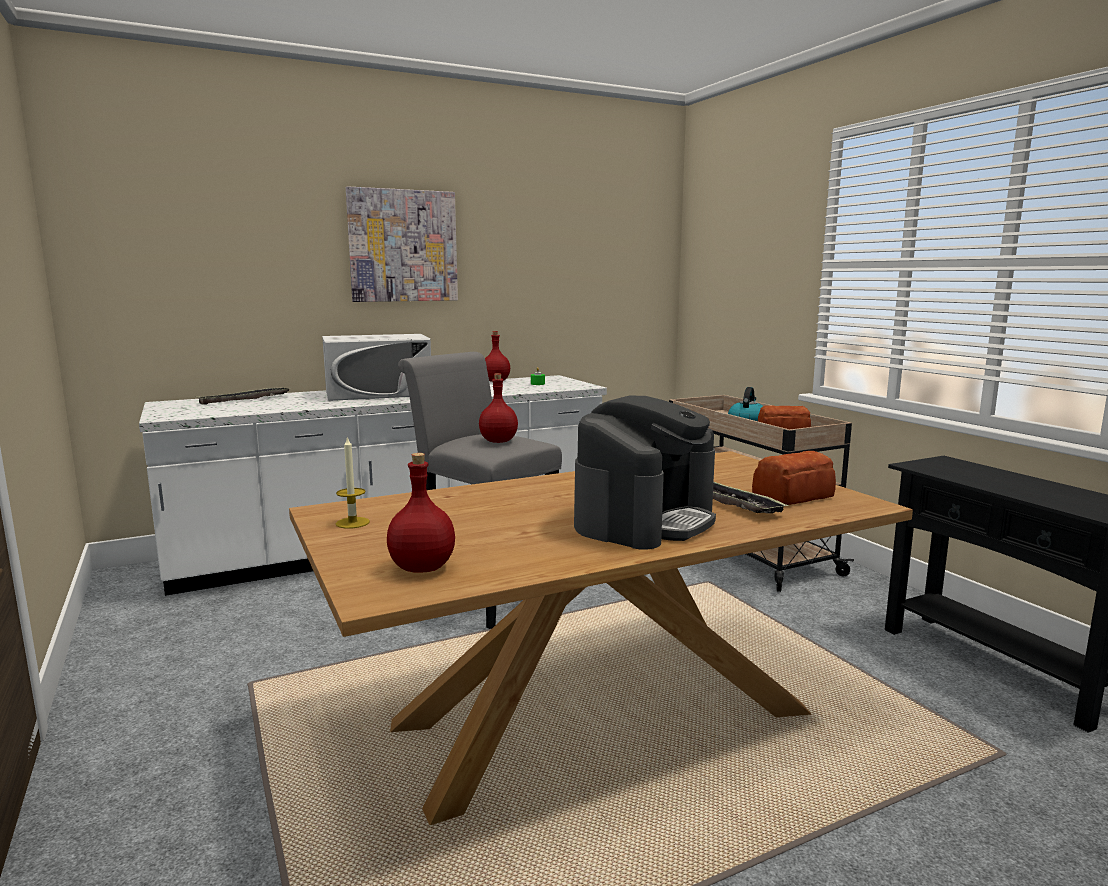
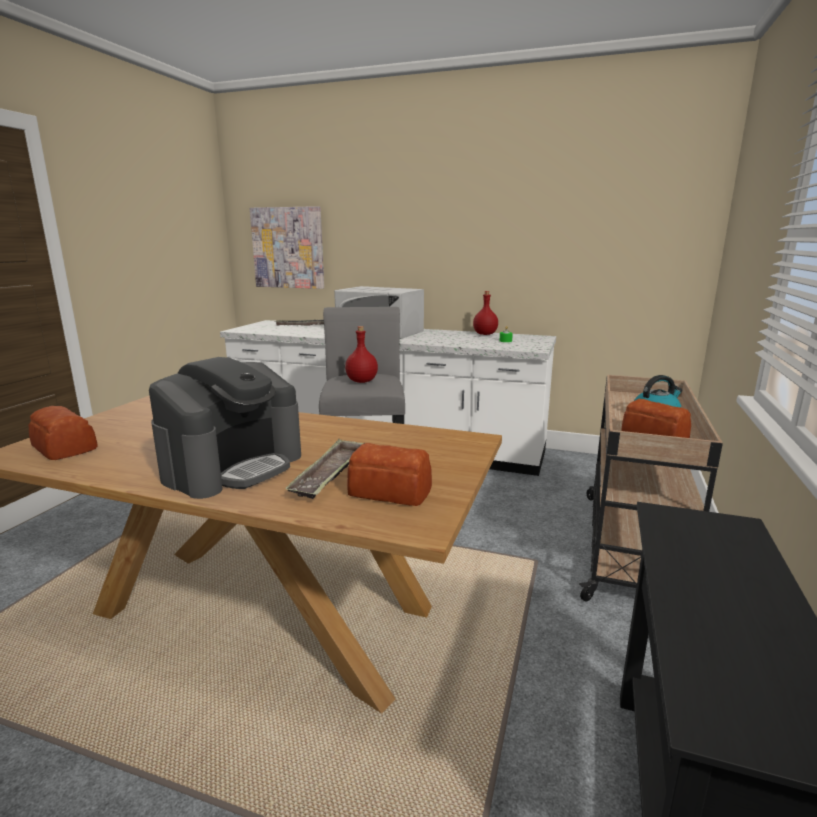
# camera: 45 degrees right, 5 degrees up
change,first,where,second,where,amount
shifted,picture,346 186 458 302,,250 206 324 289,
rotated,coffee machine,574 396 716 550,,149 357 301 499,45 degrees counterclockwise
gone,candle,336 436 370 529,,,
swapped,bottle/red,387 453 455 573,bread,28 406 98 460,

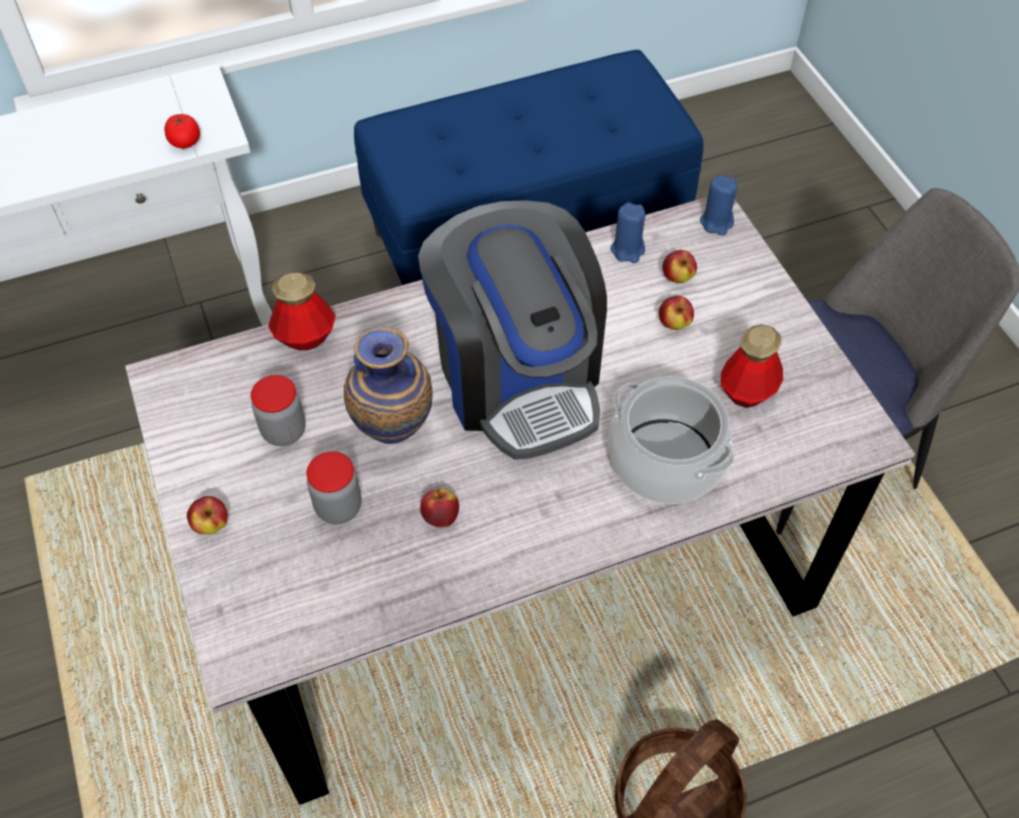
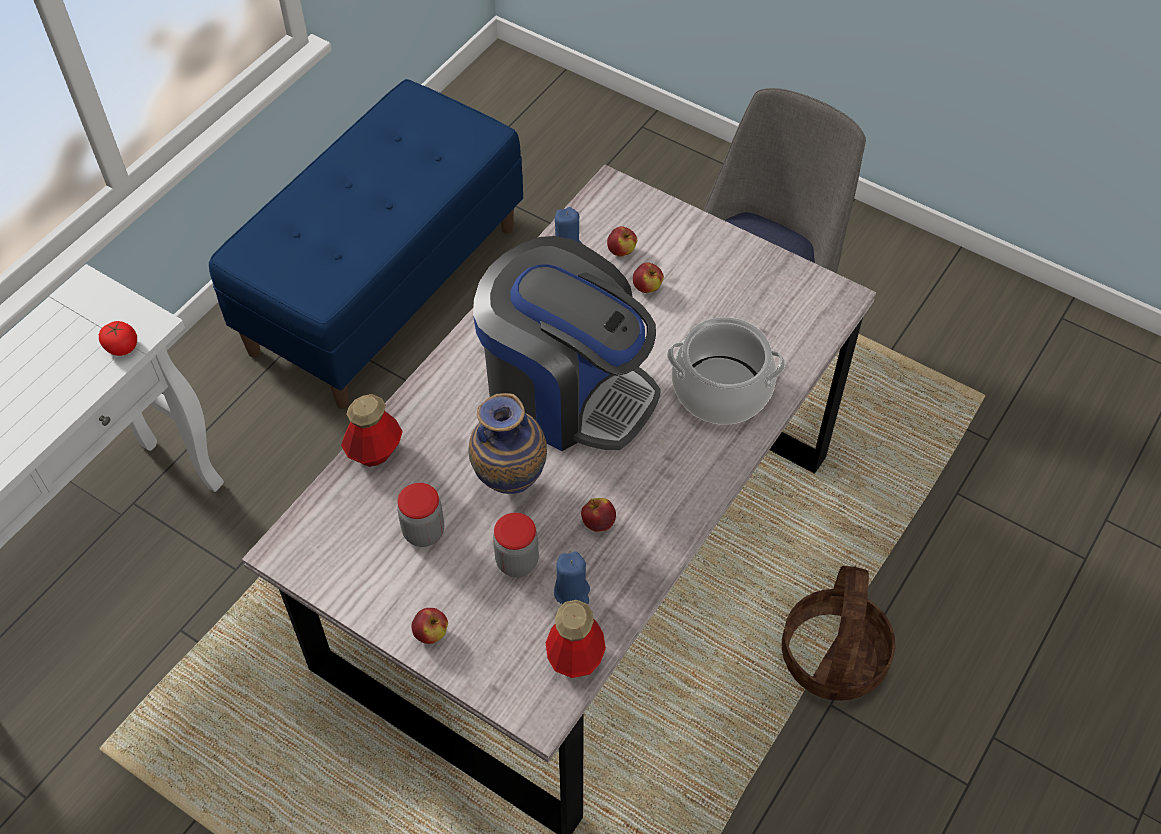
# camera: 35 degrees left, 0 degrees up
change,first,where,second,where,amount
shifted,candle/blue,700 175 737 236,,554 551 590 604,
shifted,bottle,721 324 783 408,,546 600 606 678,

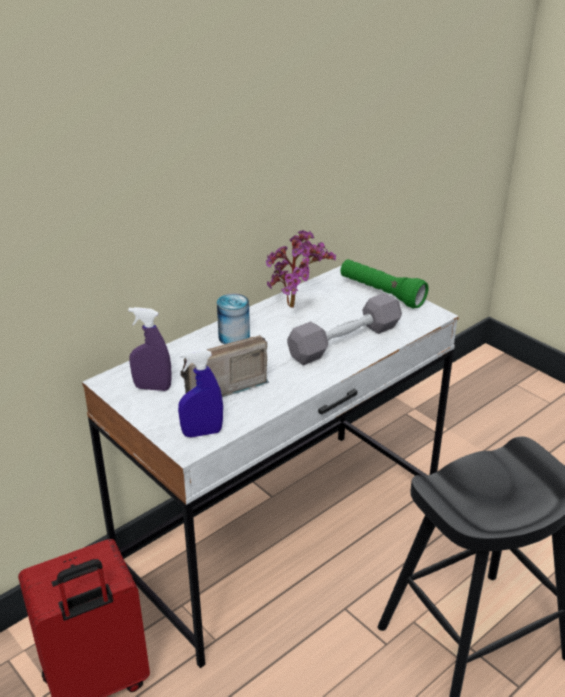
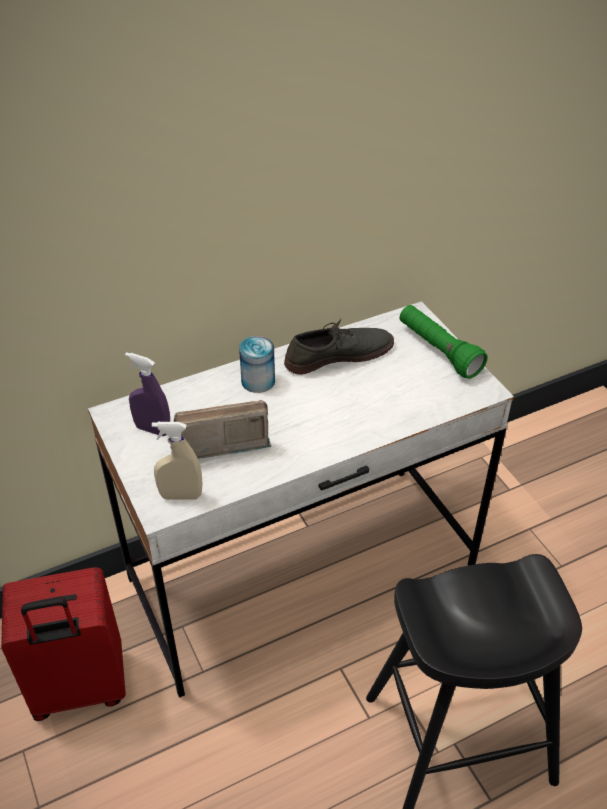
# camera: 15 degrees right, 10 degrees up
change,first,where,second,where,amount
swapped,potted plant,266 230 336 308,shoe/grey,284 318 394 375,
gone,dumbbell/grey,287 293 402 365,,,
repainted,spray bottle/blue,178 349 223 438,spray bottle/beige,152 422 203 500,

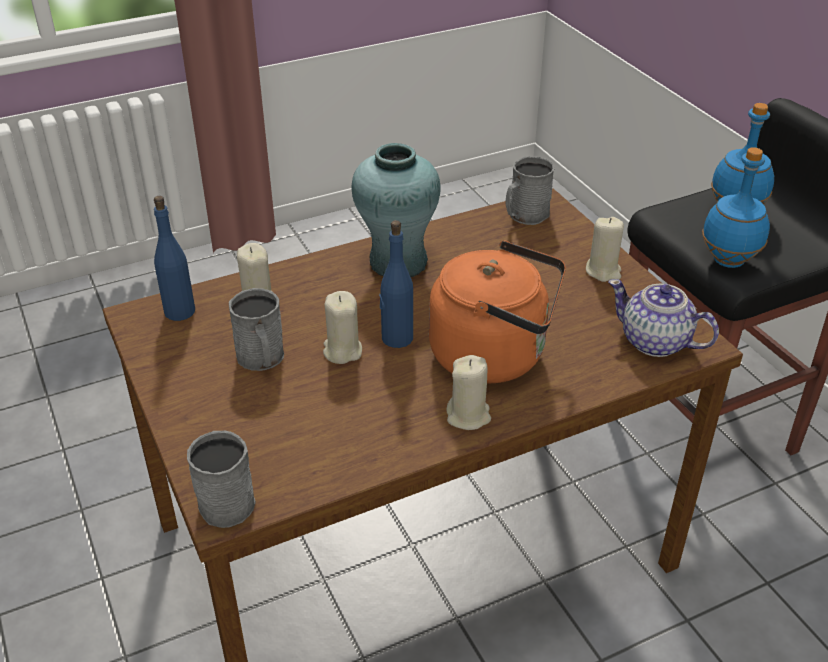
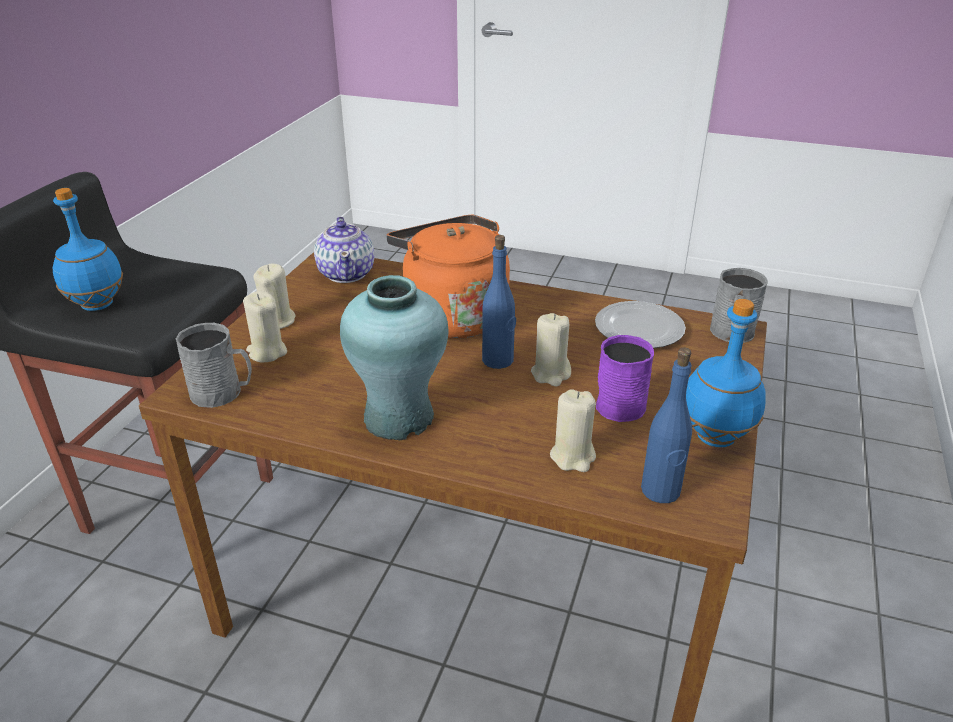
# camera: 135 degrees left, 5 degrees down
change,first,where,second,where,amount
shifted,bottle/blue,702 147 770 268,,686 299 766 447,
repainted,mug/grey,229 288 284 371,mug/purple,596 335 654 422,
shifted,candle/beige,446 355 491 430,,243 291 287 362,
new,,,plate,595 301 686 348,

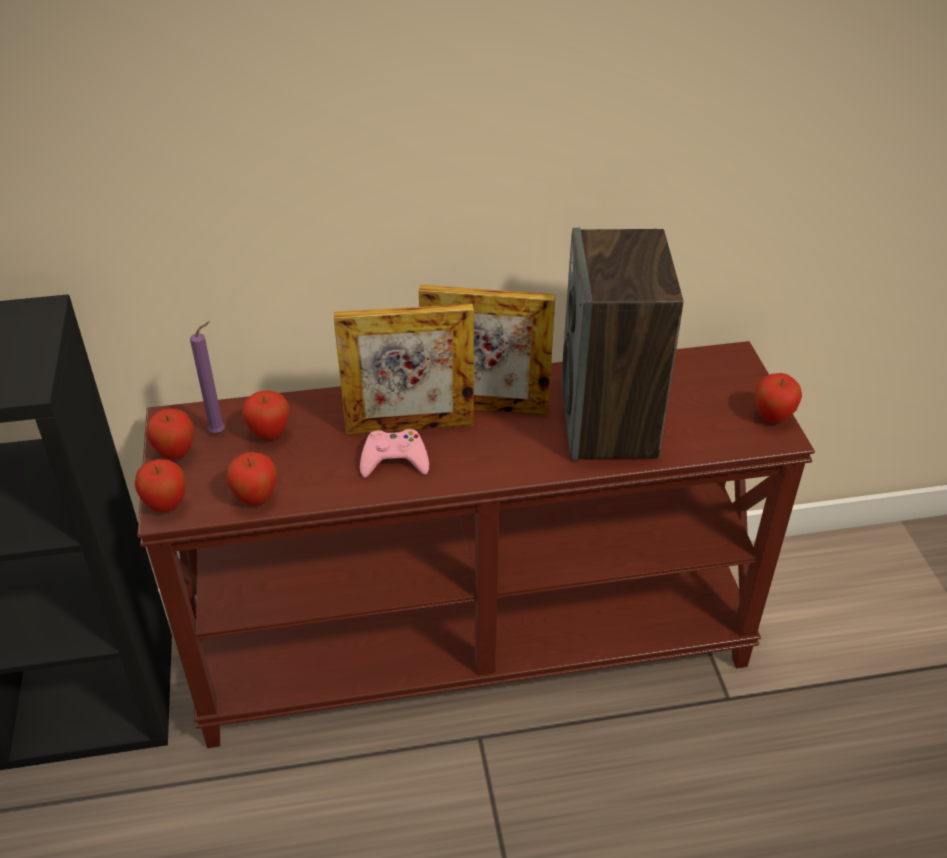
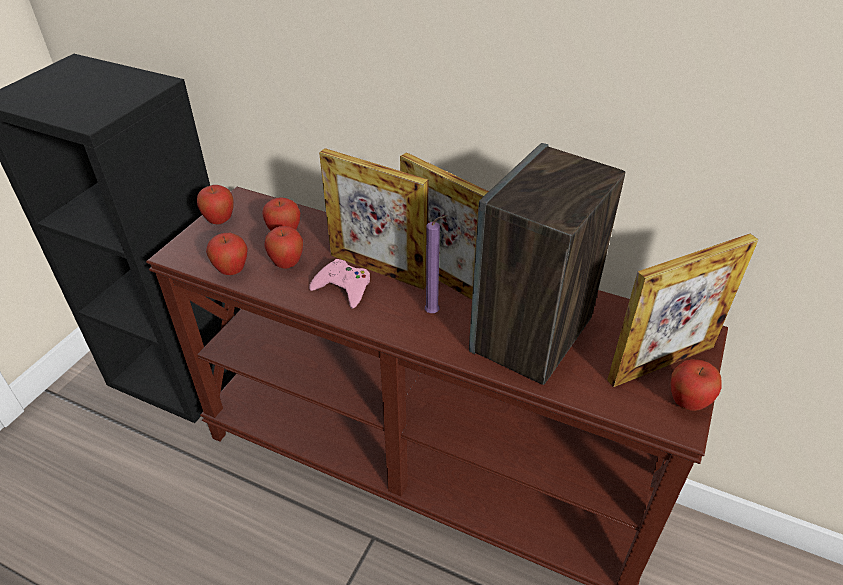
# camera: 35 degrees right, 0 degrees up
change,first,where,second,where,amount
shifted,candle/purple,190 322 225 433,,425 215 447 313,
shifted,apple,135 459 186 512,,264 226 303 269,
new,,,picture frame,607 234 759 387,

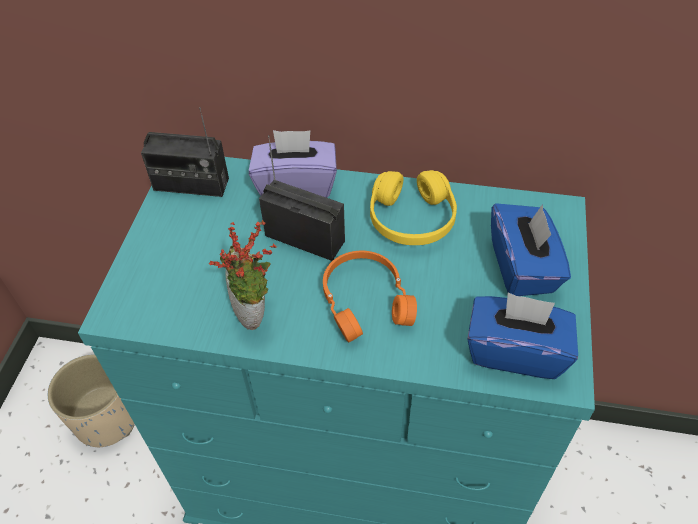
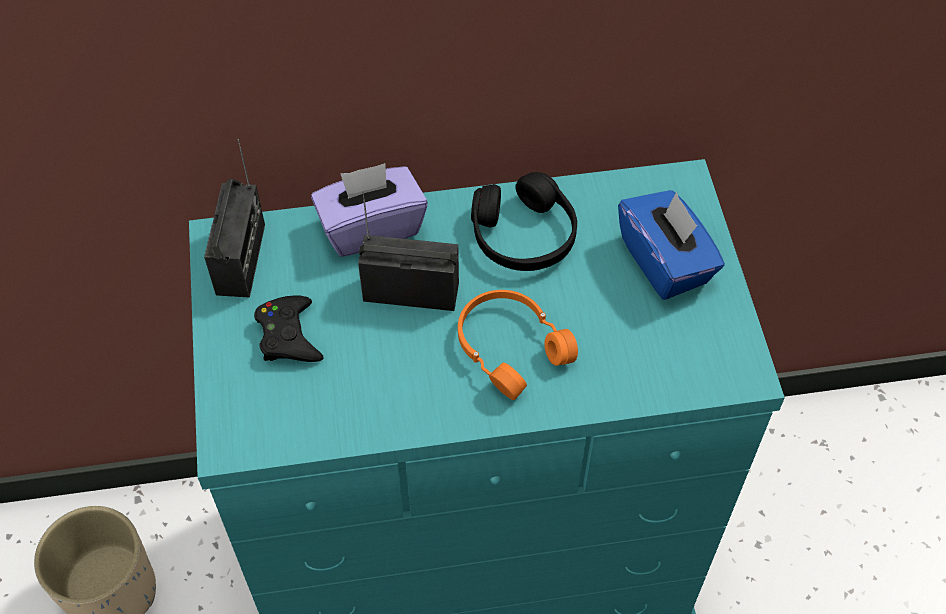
# camera: 20 degrees left, 5 degrees up
change,first,where,second,where,amount
rotated,radio,141 107 229 197,,204 139 265 297,75 degrees counterclockwise
repainted,headphones/yellow,370 170 457 245,headphones/black,471 172 577 271,
gone,potted plant,209 220 278 330,,,
gone,tissue box/blue,467 292 578 379,,,
new,,,game controller/black,254 296 324 362,

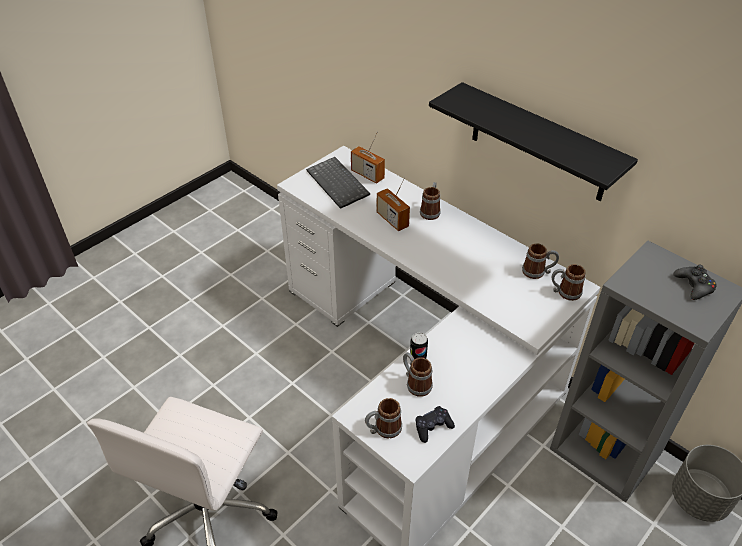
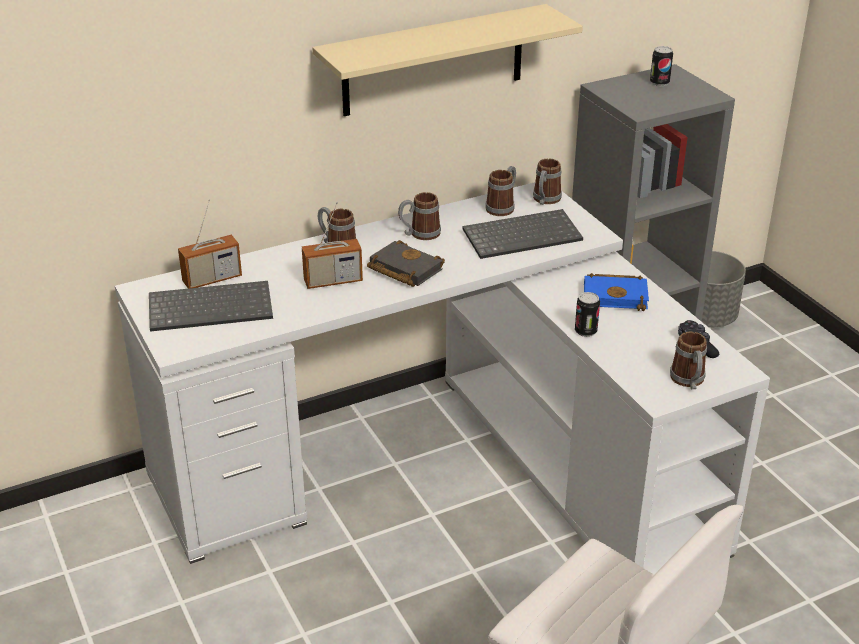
# camera: 70 degrees left, 10 degrees down
change,first,where,second,where,amount
repainted,shelf/black,429 82 638 201,shelf/beige,312 4 583 116,
swapped,game controller/black,673 265 717 300,can,650 46 673 86,
shifted,mug,403 352 433 397,,398 192 441 240,
new,,,keyboard,462 209 583 259,
new,,,book/black,367 240 445 287,
new,,,book/blue,584 273 649 311,

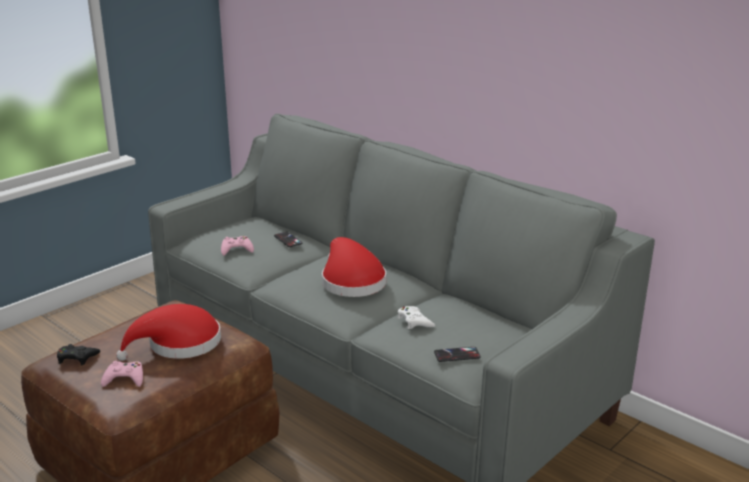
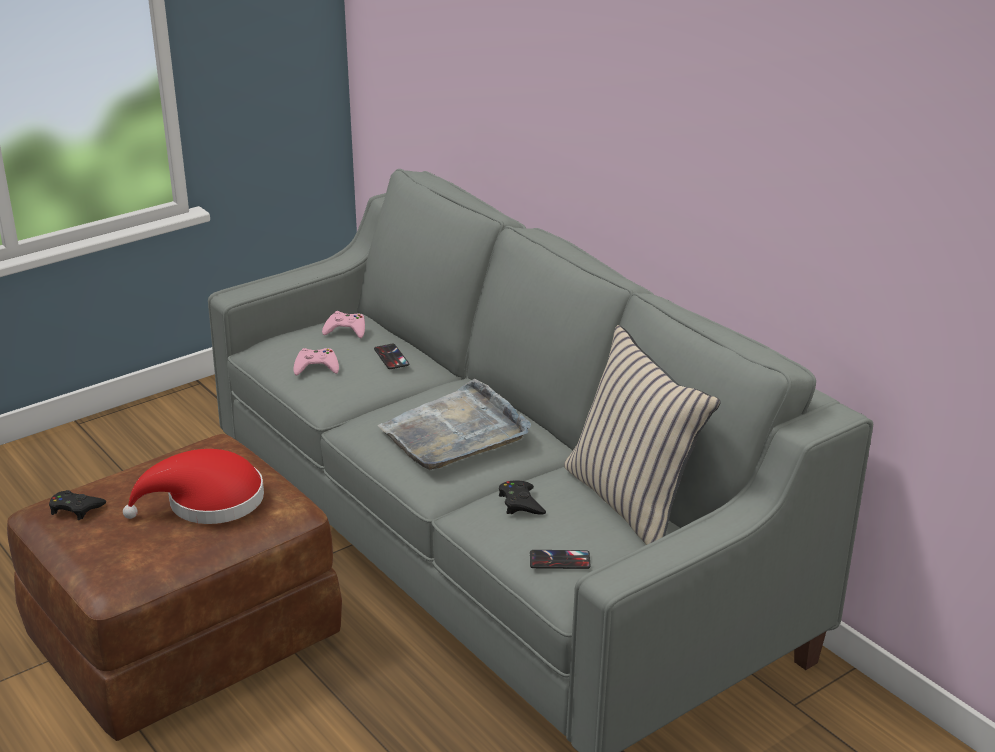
# camera: 10 degrees right, 5 degrees up
change,first,where,second,where,amount
swapped,hat/red,322 237 386 297,tray/grey,377 379 531 470,
repainted,game controller/white,397 306 435 329,game controller/black,499 481 546 515,
shifted,game controller/pink,101 361 143 387,,322 311 365 338,
new,,,pillow/beige,564 325 720 545,

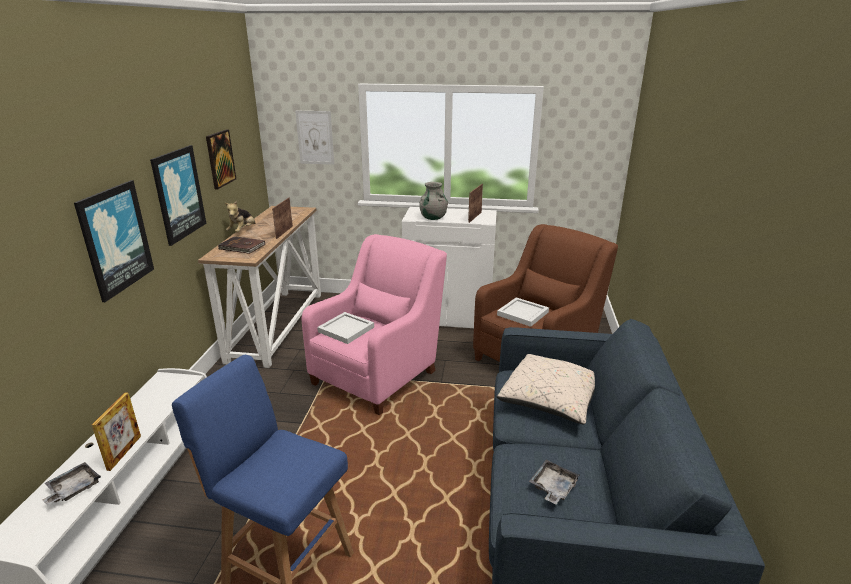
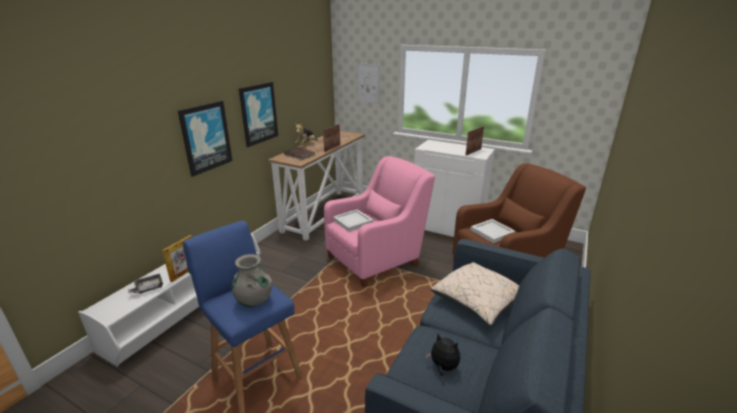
# camera: 20 degrees right, 0 degrees up
change,first,where,second,where,amount
gone,picture,206 129 236 189,,,
shifted,vase/grey,419 182 448 220,,232 254 273 307,
swapped,tray/grey,529 460 580 504,plush toy,426 334 460 376,

